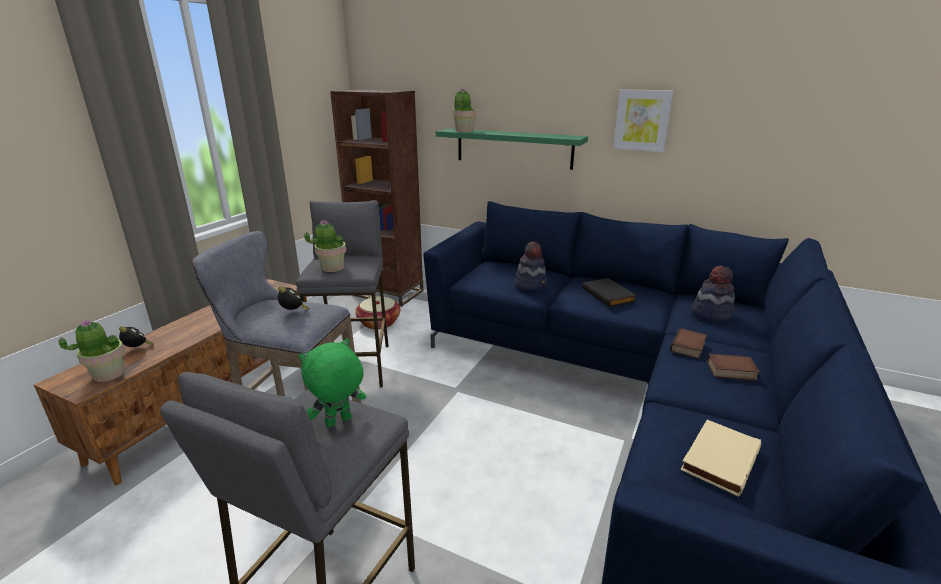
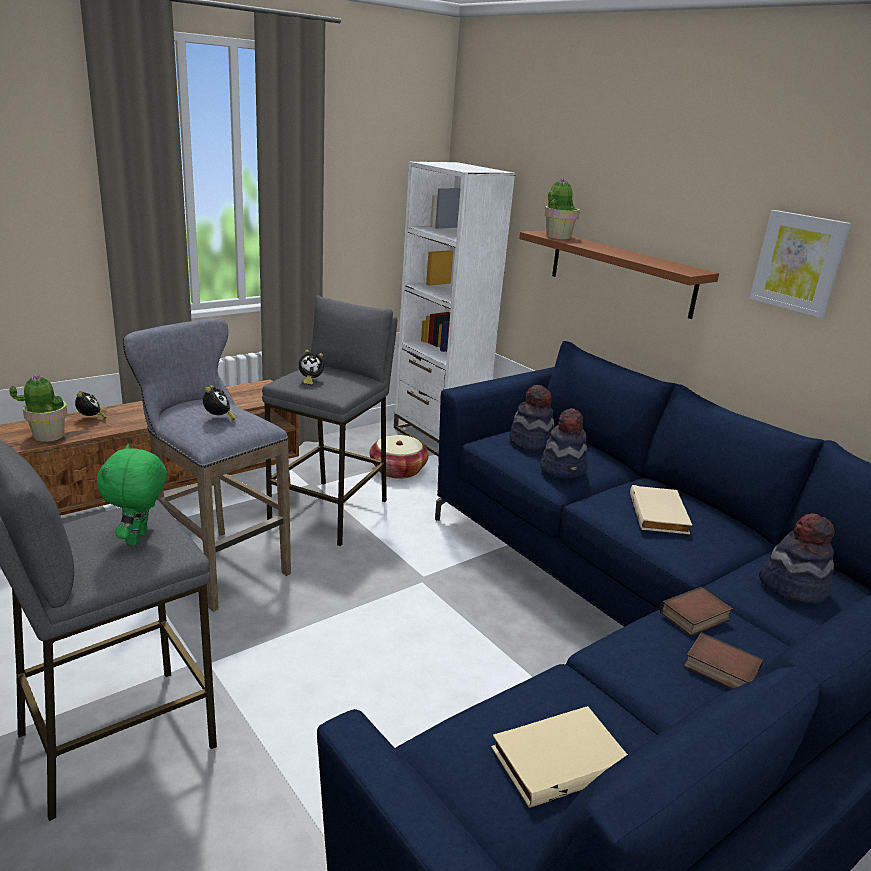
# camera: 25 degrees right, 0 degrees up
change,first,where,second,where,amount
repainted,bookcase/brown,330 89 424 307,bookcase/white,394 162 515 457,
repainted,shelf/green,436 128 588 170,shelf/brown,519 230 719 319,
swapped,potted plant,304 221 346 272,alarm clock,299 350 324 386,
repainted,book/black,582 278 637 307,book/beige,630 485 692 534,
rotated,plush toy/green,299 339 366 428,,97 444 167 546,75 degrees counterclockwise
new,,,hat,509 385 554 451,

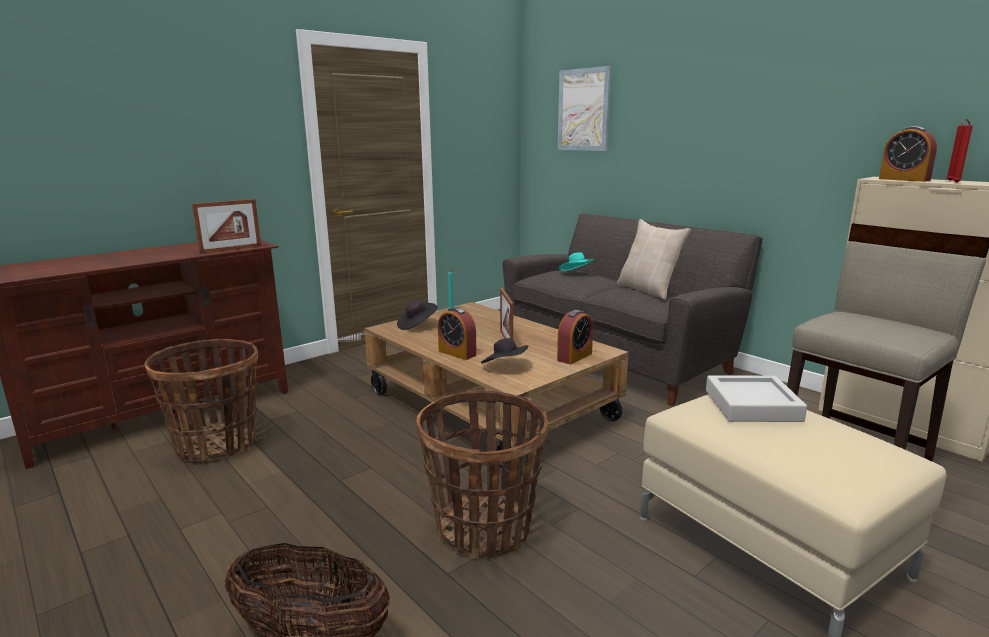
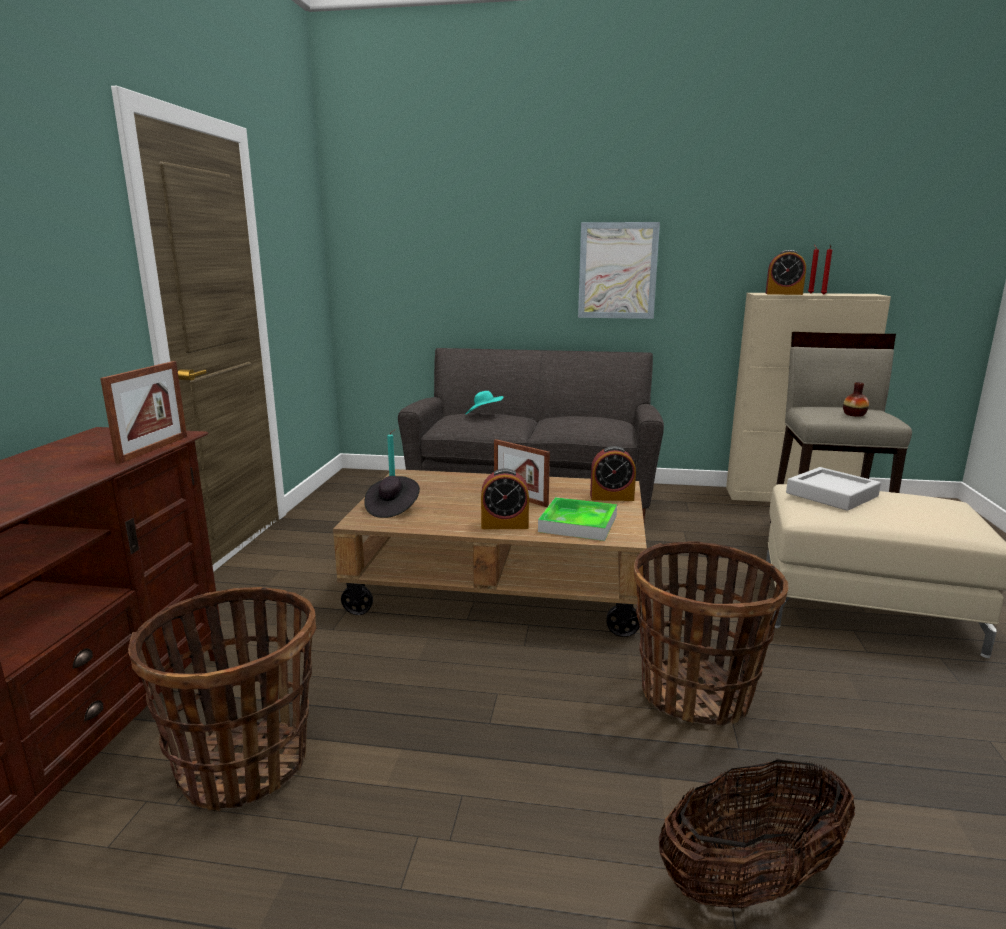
# camera: 40 degrees left, 0 degrees up
change,first,where,second,where,amount
shifted,picture,558 66 611 151,,578 222 660 319,
gone,pillow/beige,617 219 691 300,,,
rotated,alarm clock,557 310 593 365,,590 446 636 501,90 degrees clockwise
swapped,hat/black,481 338 529 363,tray,538 497 617 541,
new,,,vase,843 382 869 417,

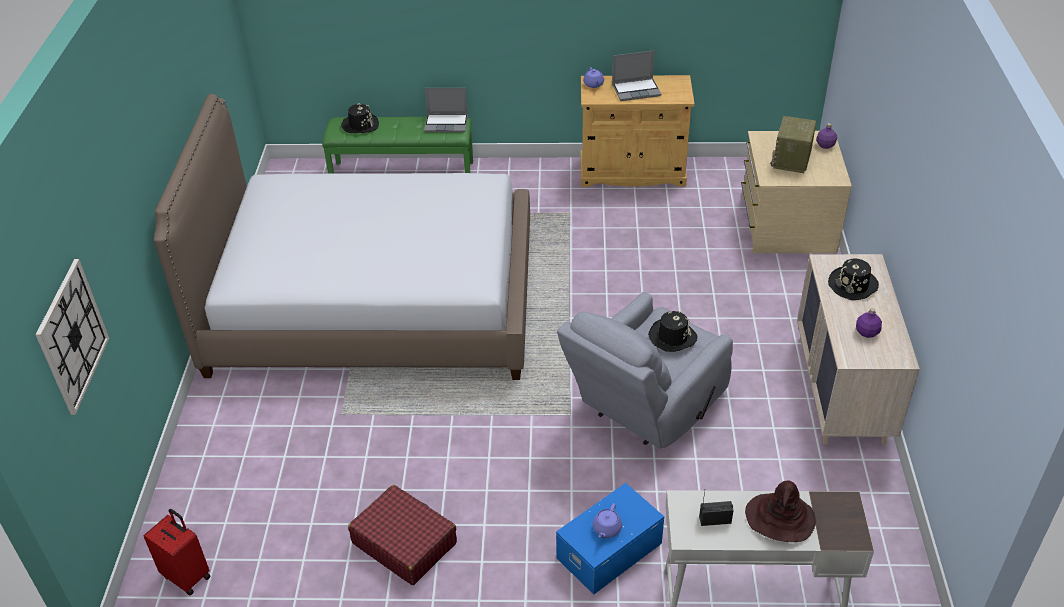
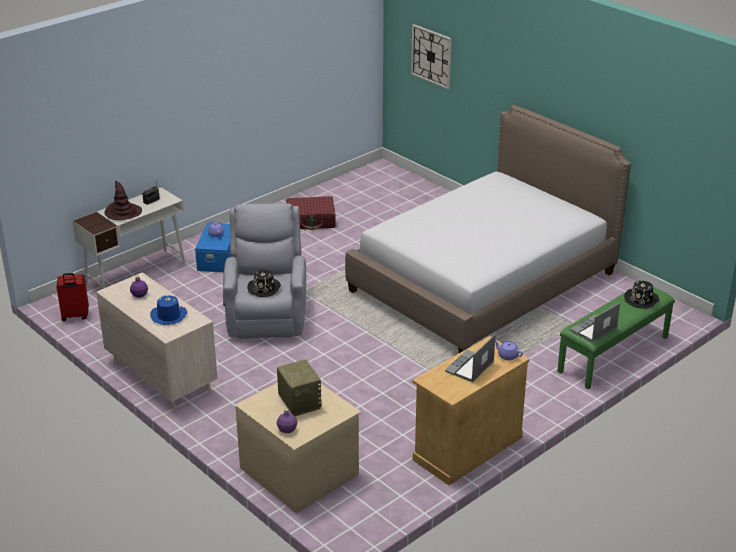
# camera: 135 degrees right, 10 degrees down
change,first,where,second,where,amount
repainted,hat/black,828 258 879 300,hat/blue,150 295 187 325,
shifted,suitcase/red,143 509 211 596,,57 273 89 321,

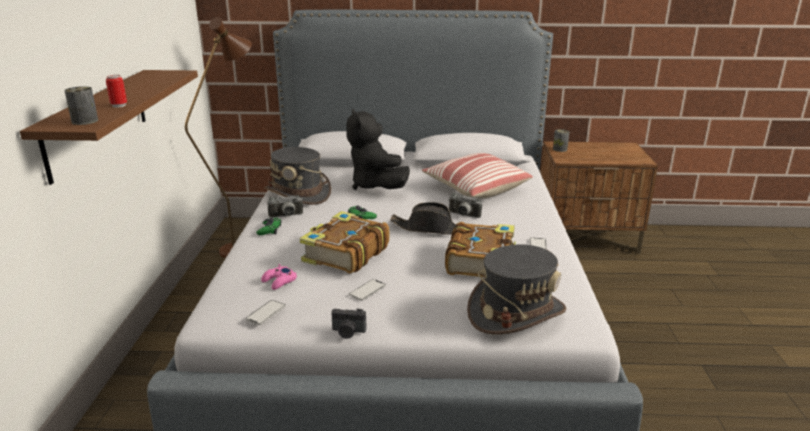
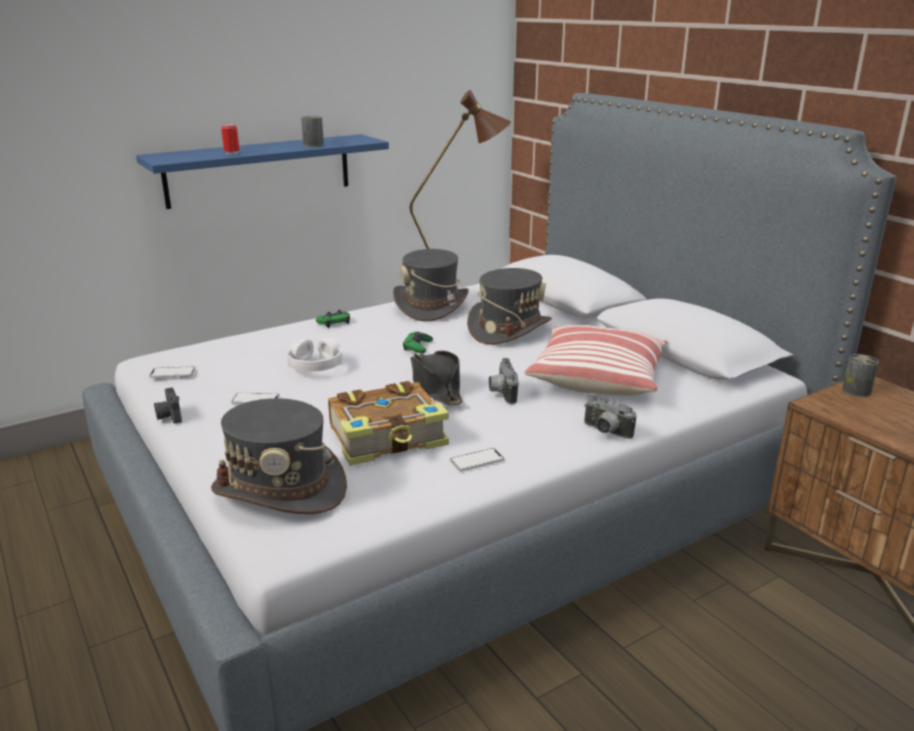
# camera: 55 degrees right, 0 degrees up
change,first,where,second,where,amount
repainted,shelf/brown,20 70 198 185,shelf/blue,136 134 389 209,
shifted,can,64 86 98 125,,301 116 324 147,
swapped,plush toy/black,346 109 410 190,hat/grey,467 268 552 345,
shifted,photo camera,267 195 303 217,,584 394 637 439,
swapped,book,300 211 390 273,headphones/white,287 338 342 372,
gone,game controller/pink,261 264 297 290,,,

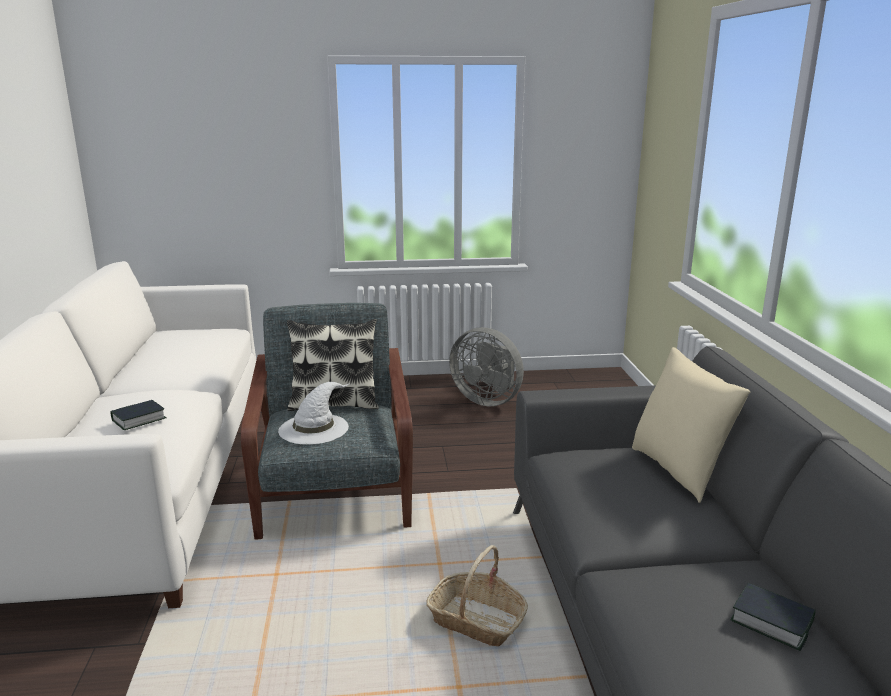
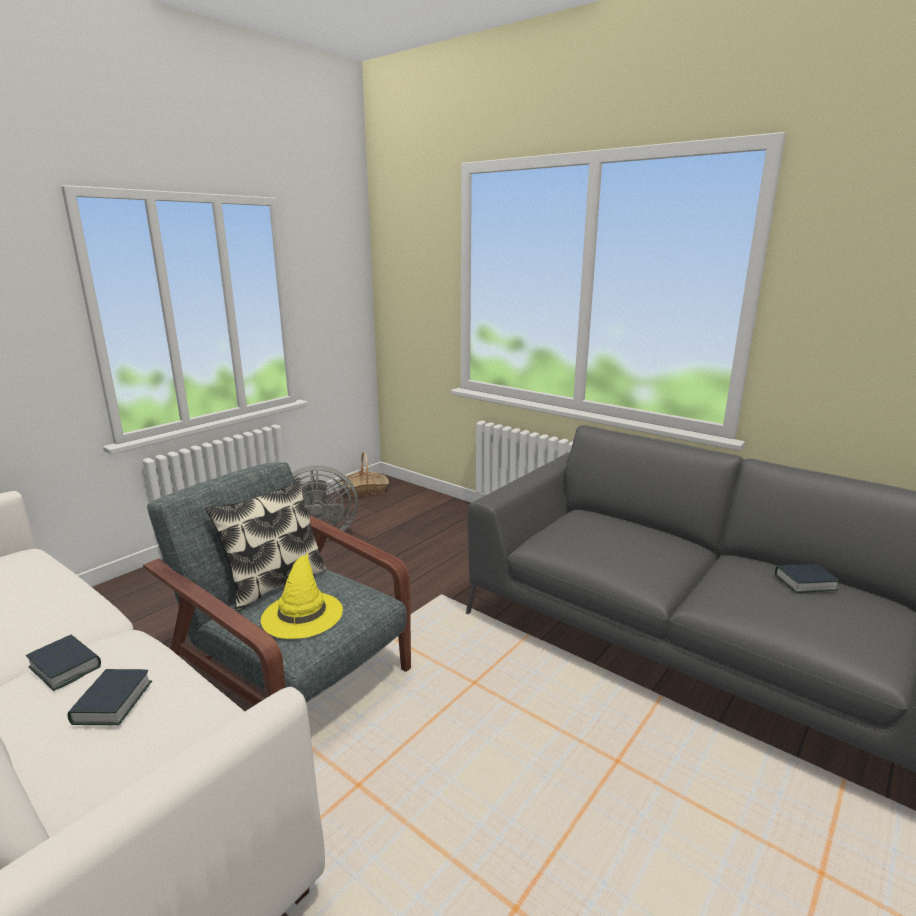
# camera: 45 degrees left, 0 degrees up
change,first,where,second,where,amount
gone,pillow/beige,632 347 751 503,,,
repainted,hat/white,278 382 349 444,hat/yellow,261 553 343 639,
shifted,basket,426 545 528 646,,340 452 389 497,
new,,,book,26 635 101 691,

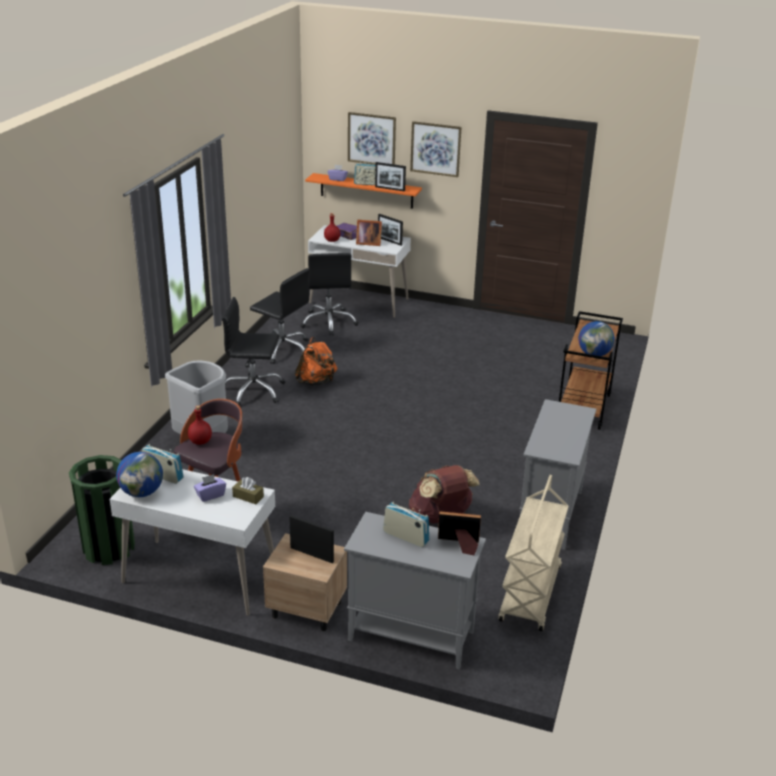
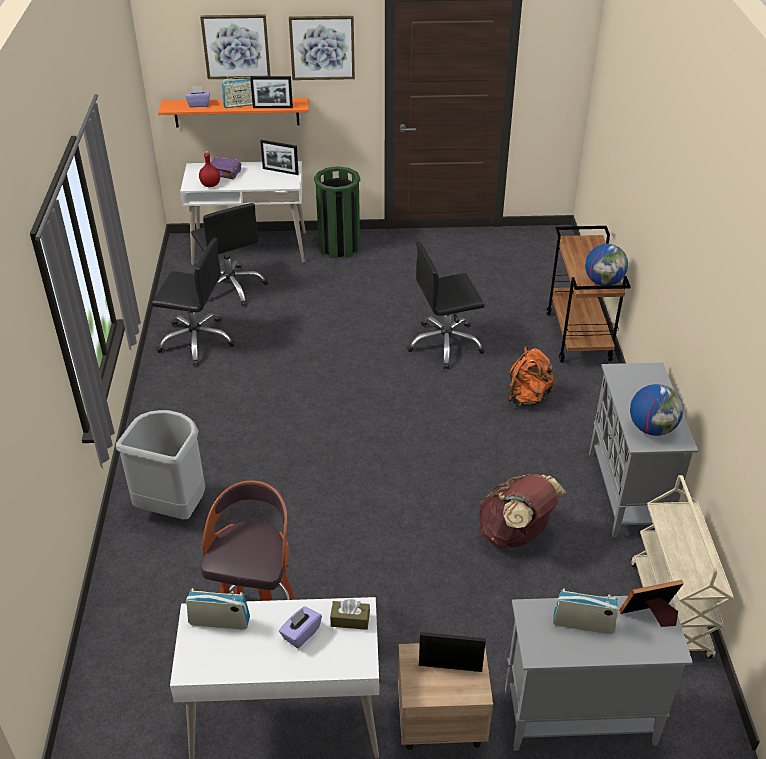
# camera: 20 degrees left, 10 degrees up
change,first,where,second,where,amount
gone,picture frame,356 220 382 246,,,
shifted,office chair/black,222 297 285 406,,407 242 485 369,
shifted,backpack/orange,295 337 337 386,,508 347 555 407,
gone,bottle/red,188 406 212 445,,,
shifted,globe,116 452 163 497,,630 384 683 436,
shifted,trash can/green,69 455 135 565,,314 166 360 259,

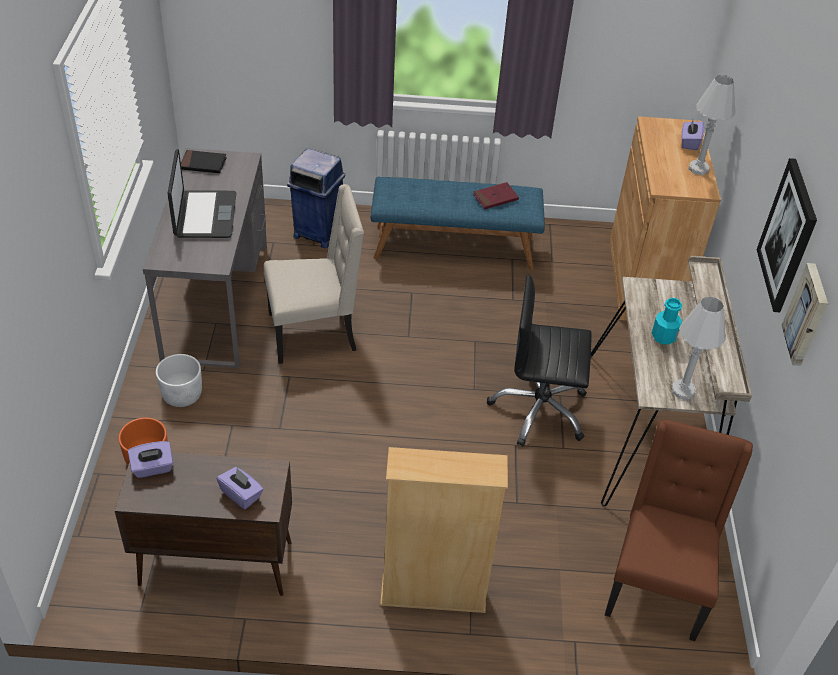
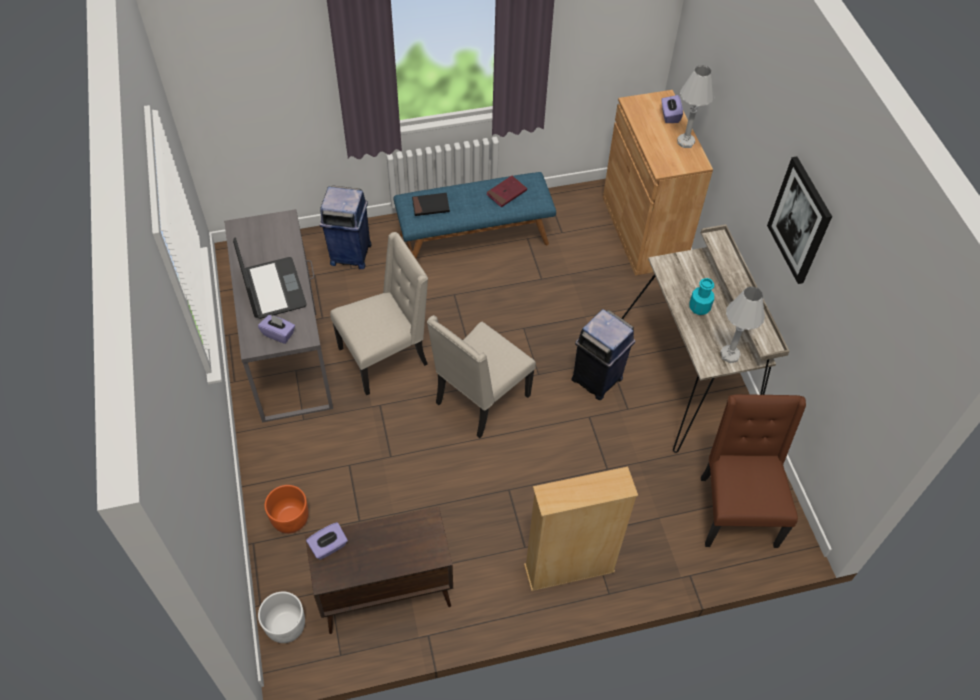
# camera: 15 degrees left, 10 degrees up
change,first,where,second,where,amount
shifted,book/black,181 150 227 173,,412 193 450 216,
gone,picture,781 263 828 366,,,
swapped,office chair/black,487 275 592 447,trash can/blue,571 309 635 400,
shifted,planter/white,156 354 202 407,,258 592 305 643,
shifted,tissue box/purple,217 467 263 509,,258 314 295 344,
new,,,chair/beige,427 315 536 438,

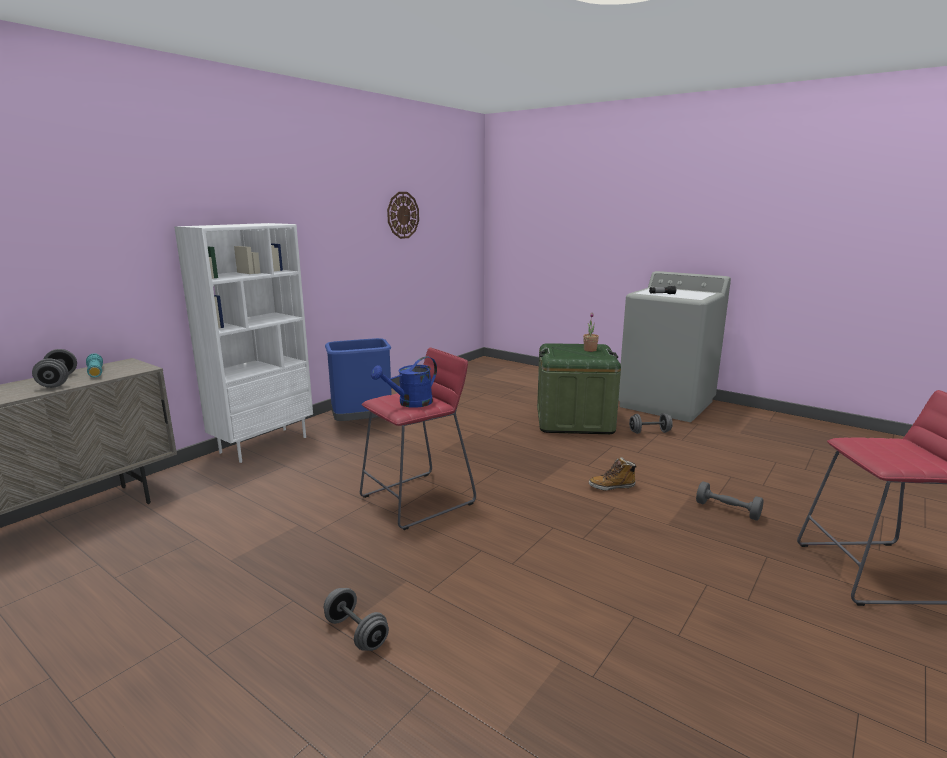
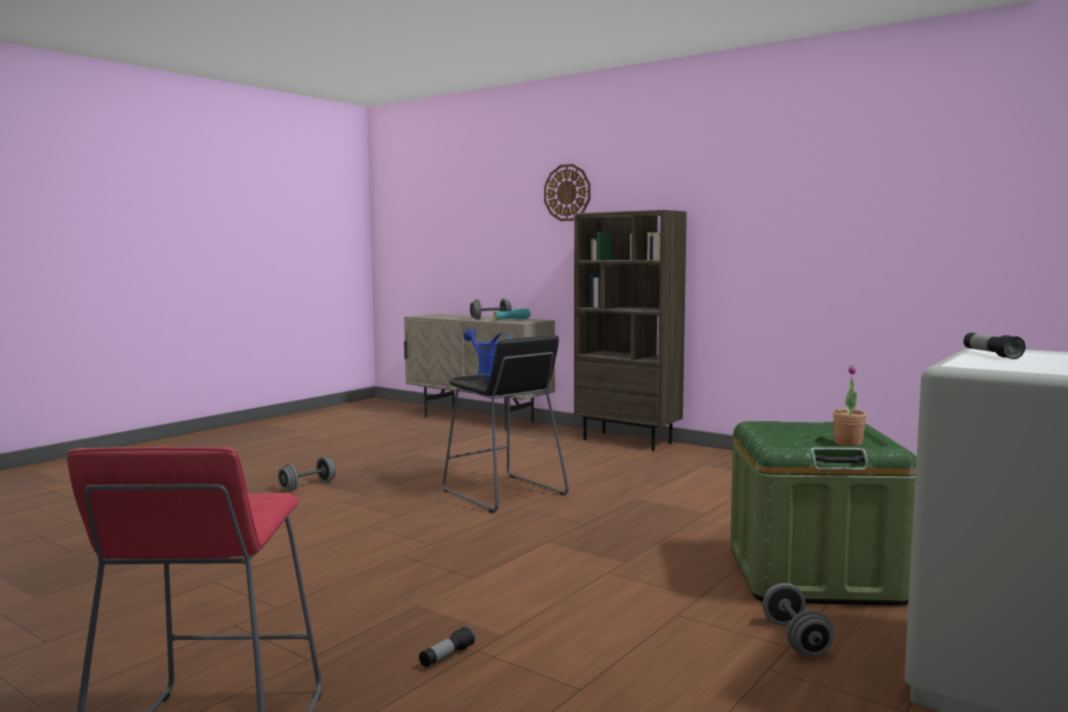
# camera: 90 degrees right, 10 degrees down
change,first,where,second,where,amount
shifted,wall clock,387 192 419 239,,544 164 590 221,
repainted,bookcase/white,174 223 313 463,bookcase/brown,574 210 687 451,
gone,trash can/blue,325 338 392 421,,,
repainted,stool/red,360 348 476 530,stool/black,443 335 569 513,
gone,boot,589 457 636 491,,,
swapped,dumbbell/grey,696 481 764 521,flashlight,419 626 475 667,

